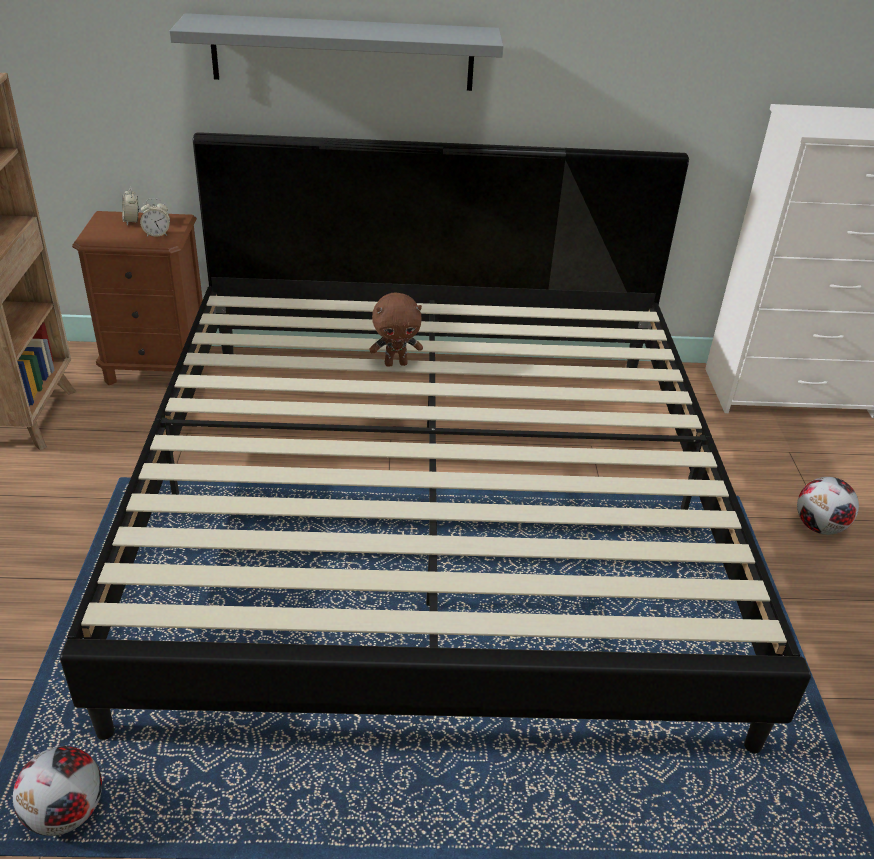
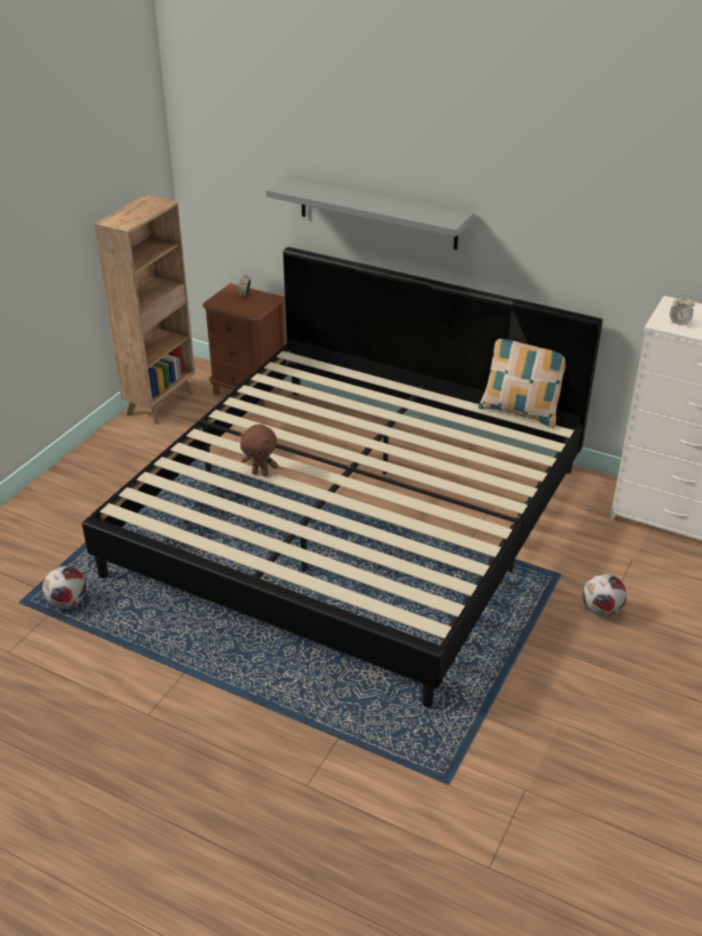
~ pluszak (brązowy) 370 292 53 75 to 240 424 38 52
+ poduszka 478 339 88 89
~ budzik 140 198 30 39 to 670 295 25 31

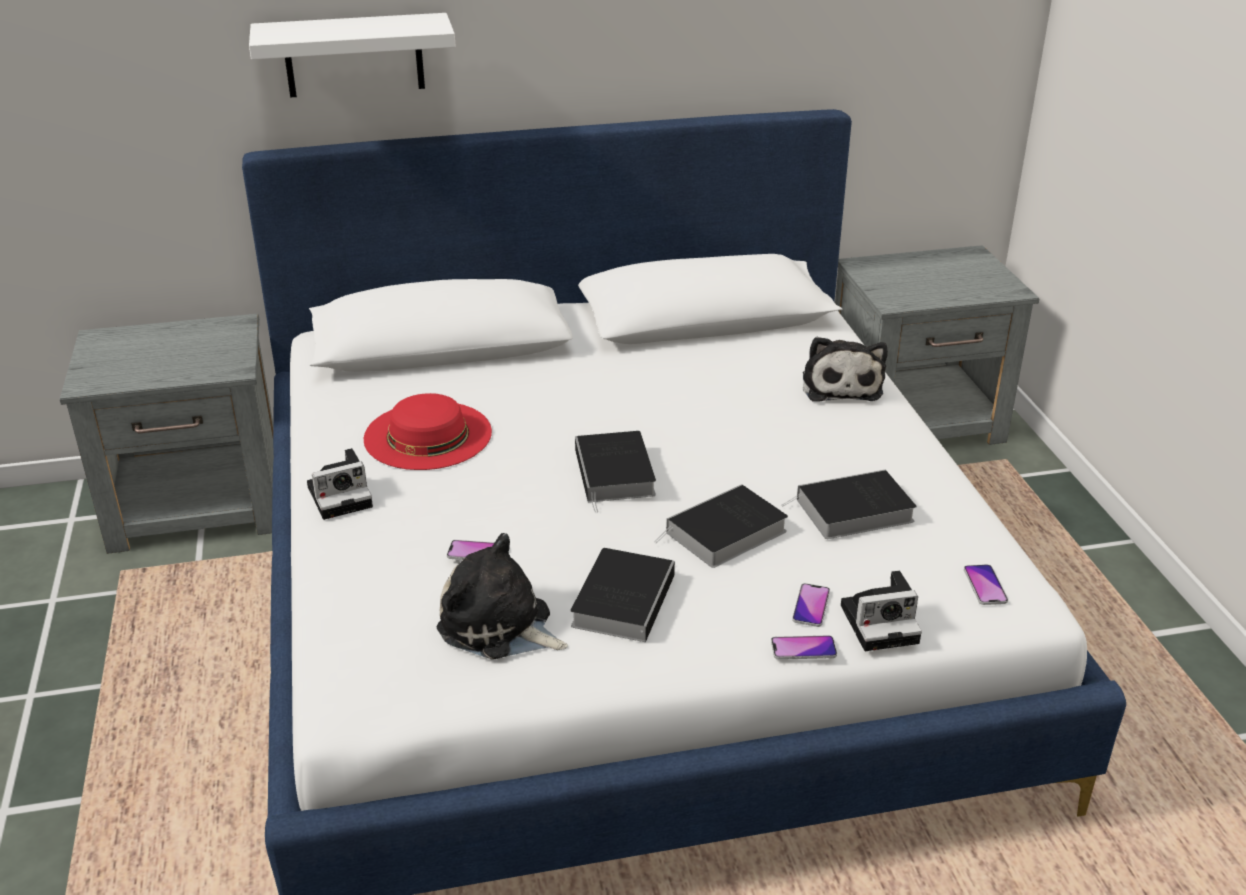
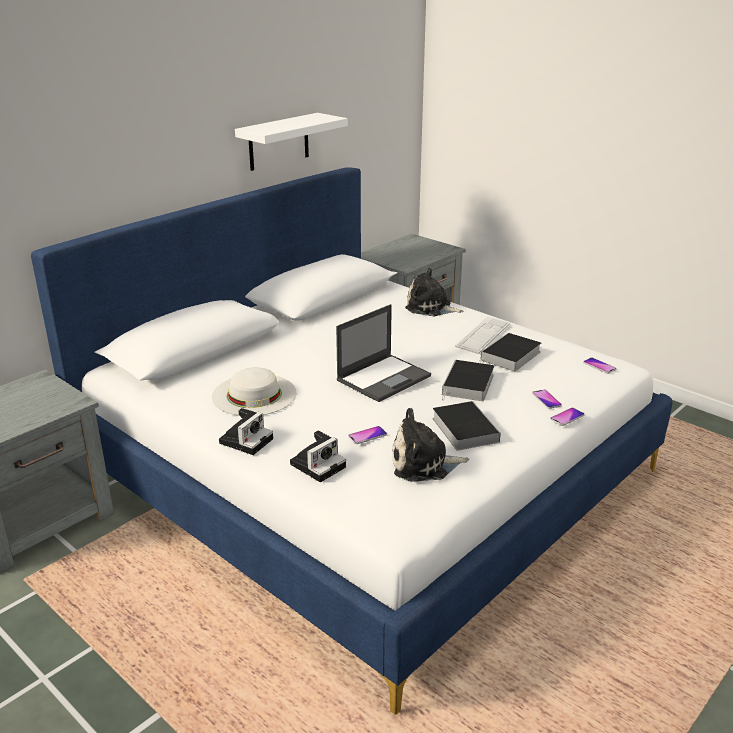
~ kapelusz (czerwony) 364 393 128 77 to kapelusz (biały) 212 368 84 48
~ półka (biały) 249 13 207 85 to 235 113 113 58
~ aparat fotograficzny 841 571 81 80 to 290 431 56 51
~ książka 575 431 81 81 to laptop 336 304 95 98
~ pluszak 803 337 85 65 = 405 268 58 48 150 degrees clockwise
+ klawiatura 455 316 55 38

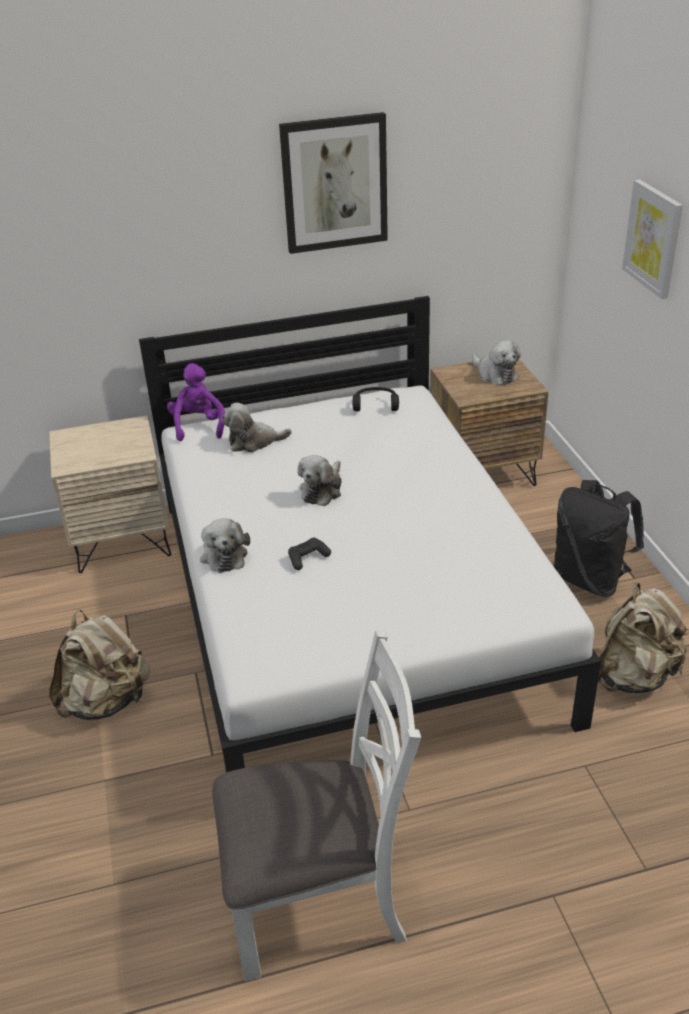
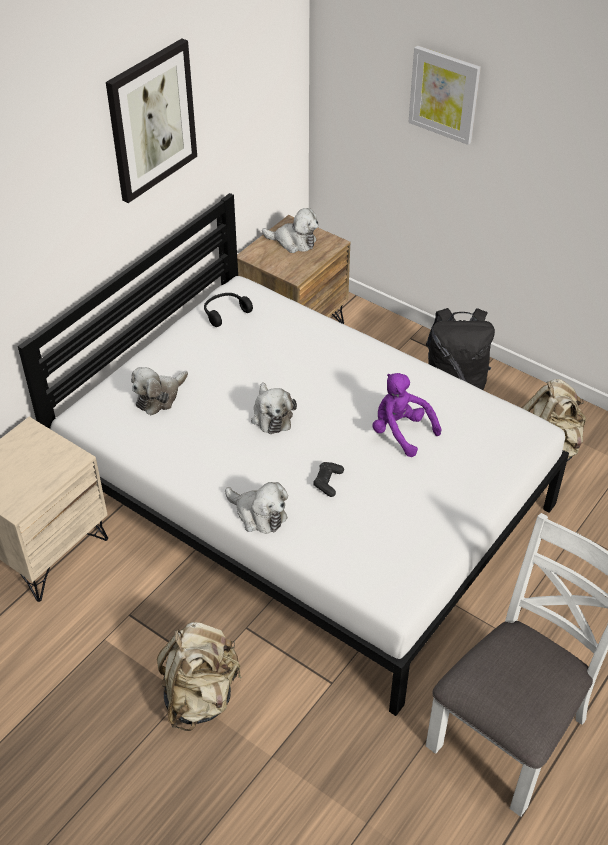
~ pluszak (fioletowy) 167 363 58 78 to 372 373 70 84

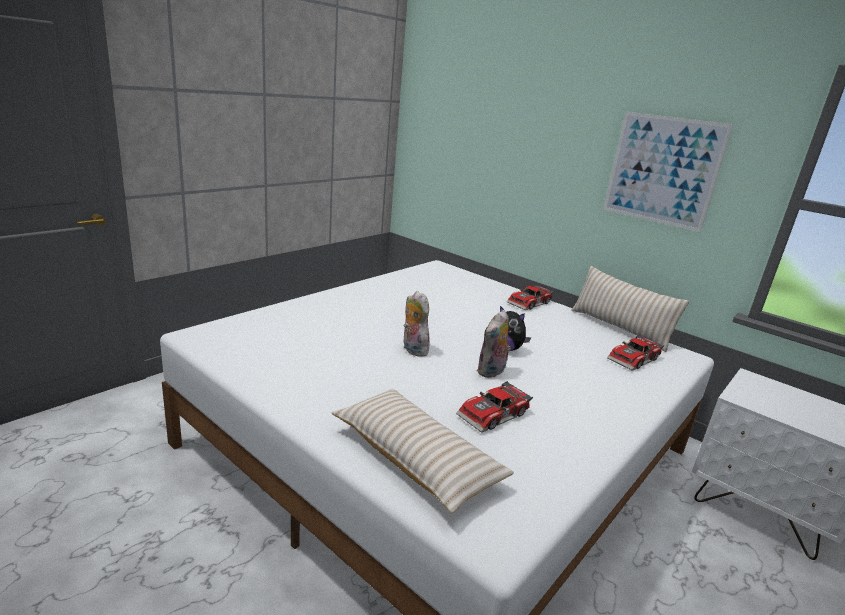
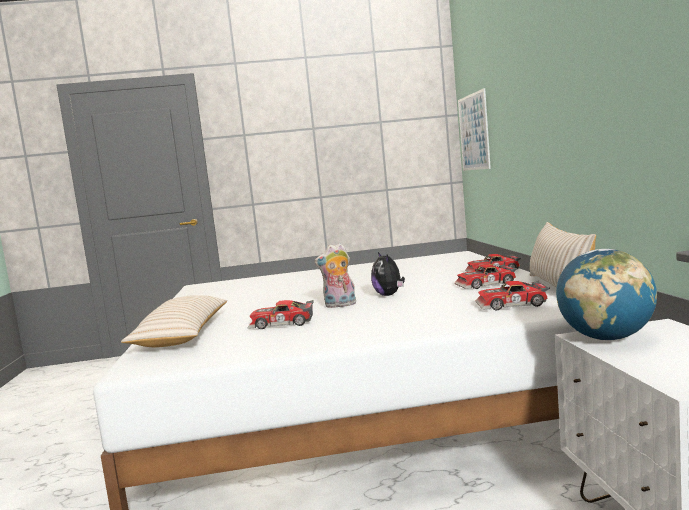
+ samochodzik 454 264 63 25
~ obraz 603 112 130 120 to 458 88 33 83
+ globus 556 249 101 91
- pluszak 404 291 26 66

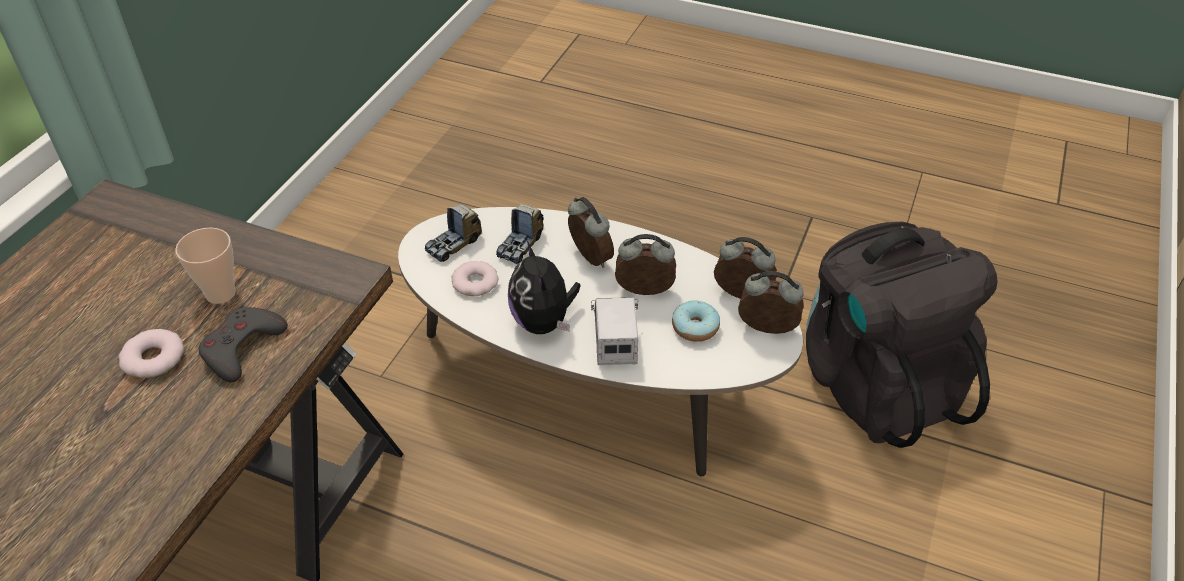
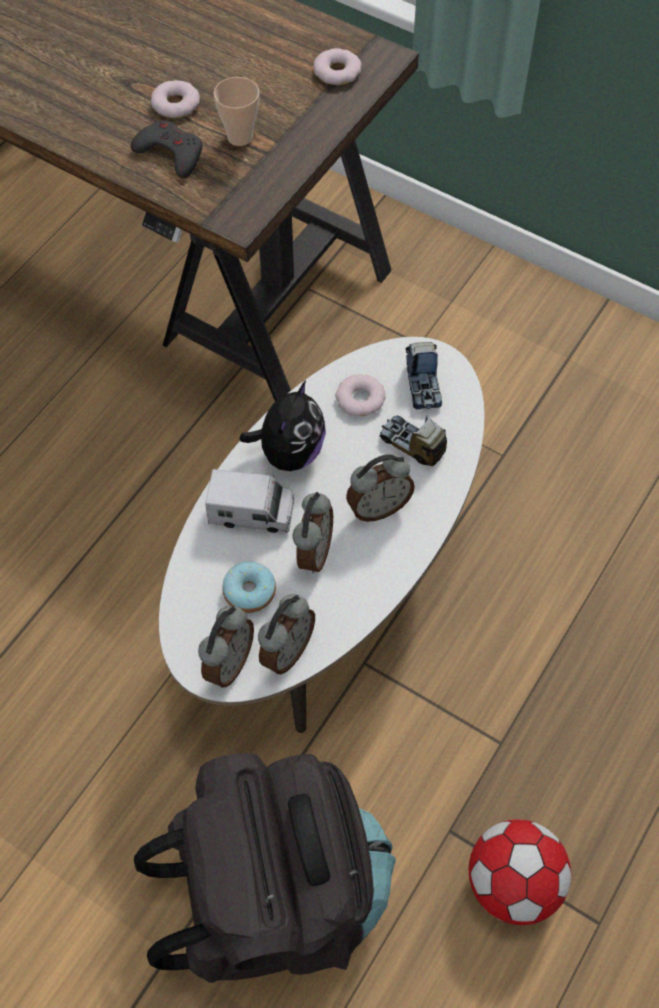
~ pluszak 508 241 73 93 = 240 380 86 91 120 degrees clockwise
+ donut 313 48 49 37
~ ciężarówka zabawkowa 425 204 57 58 = 405 342 37 67 150 degrees counterclockwise
+ piłka futbolowa 469 819 102 106

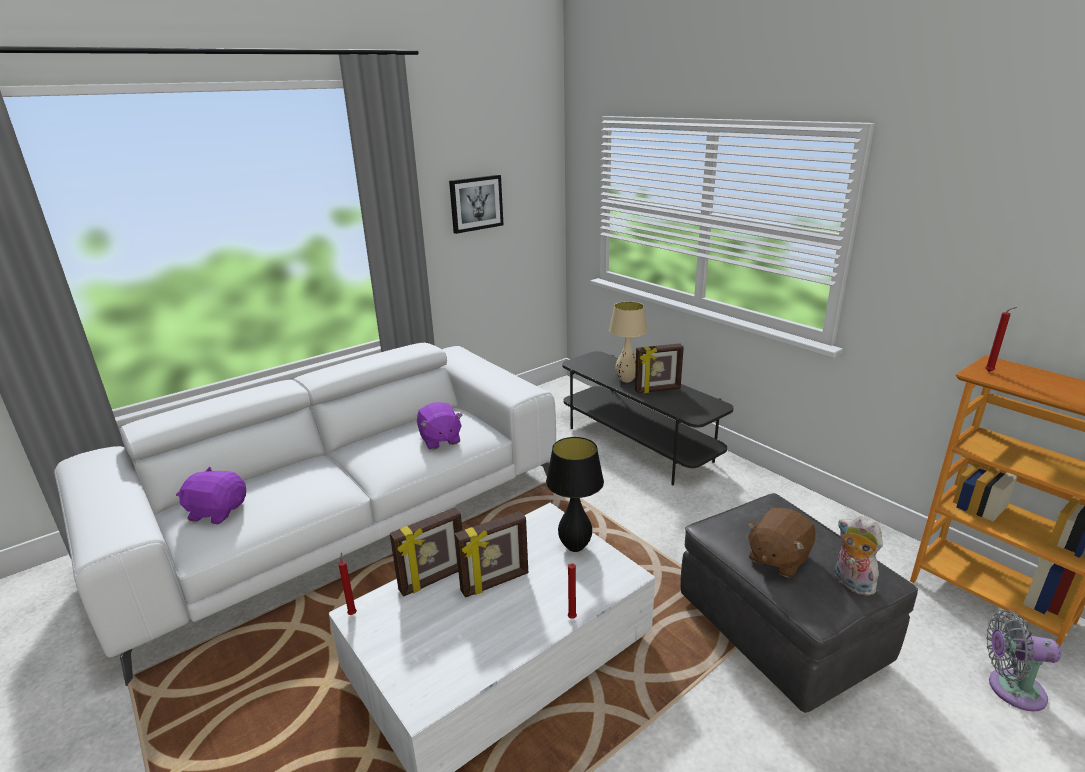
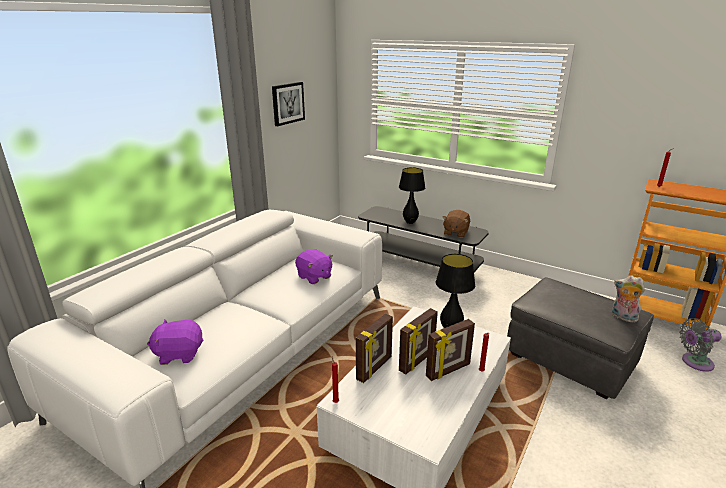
~ lampa stołowa (beżowy) 609 301 39 82 to lampa stołowa (czarny) 399 167 26 57
~ ramka na zdjęcie 635 343 49 50 to 426 319 49 62
~ pluszak (brązowy) 747 508 68 70 to 443 210 27 28

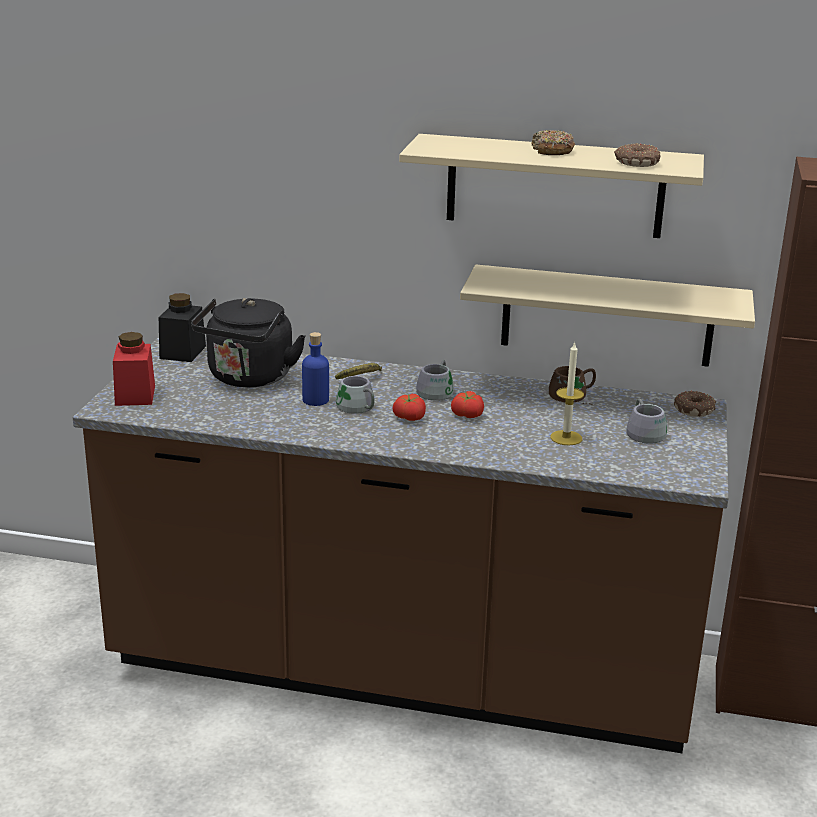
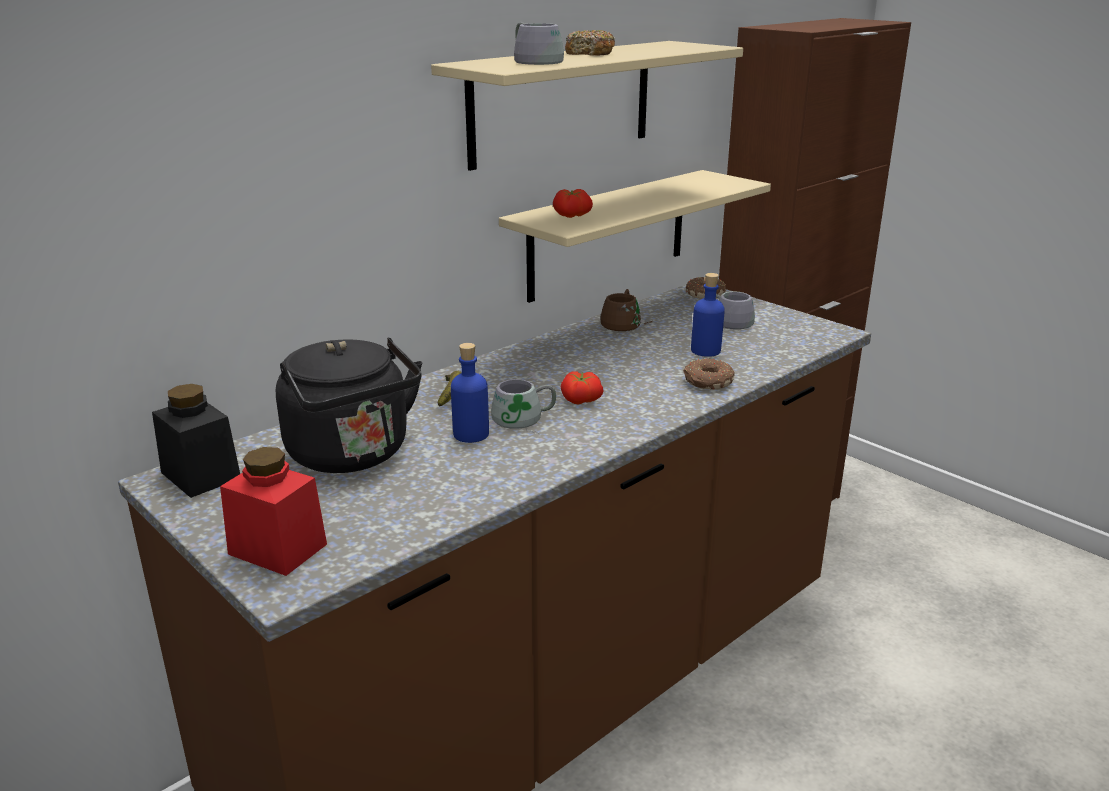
~ kubek (szary) 416 360 49 41 to 514 22 50 43
~ pomidor 451 391 33 27 to 553 189 40 29
~ donut 614 143 47 24 to 683 358 52 32
~ świeca 550 342 34 103 to butelka (niebieski) 691 273 34 84

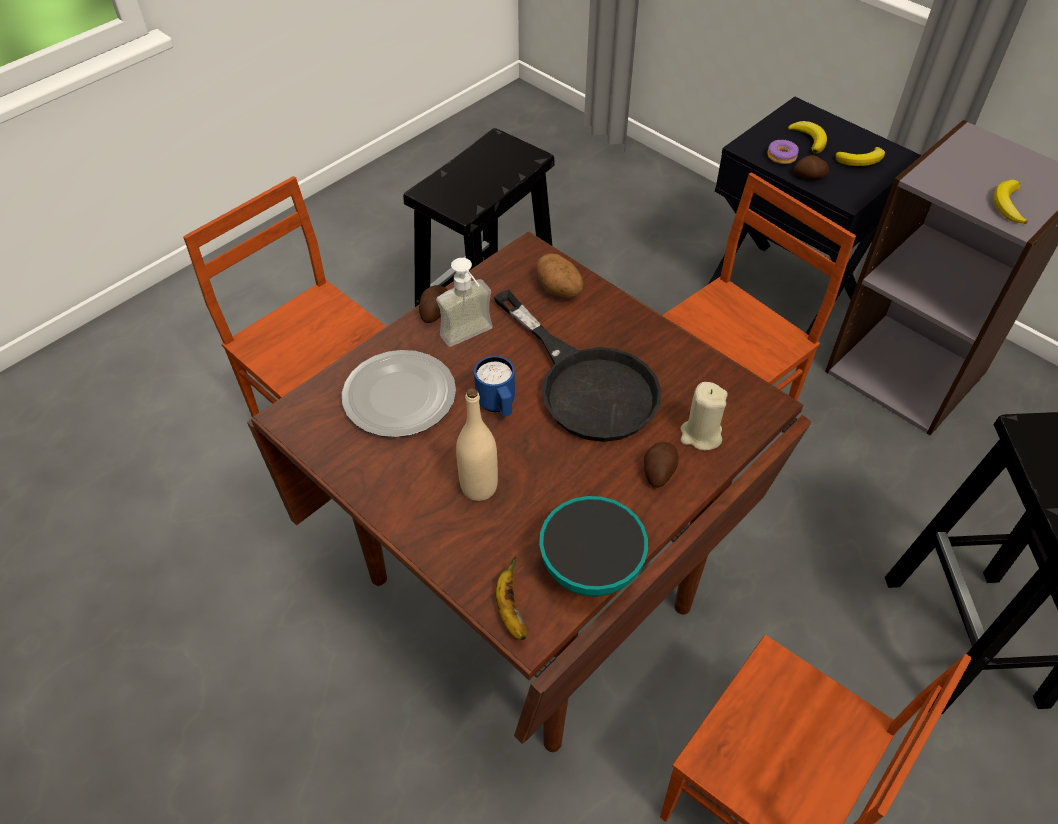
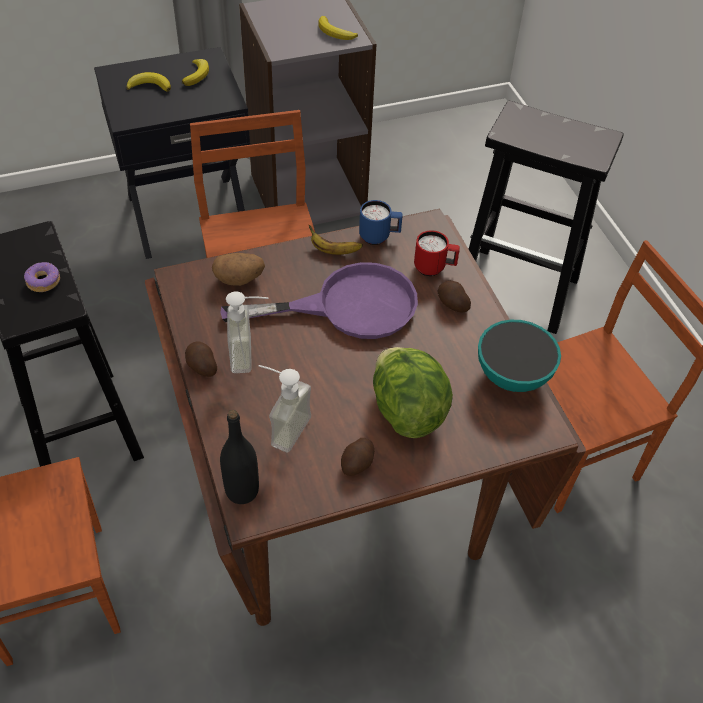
~ donut 767 140 32 24 to 24 262 36 30
~ patelnia (czarny) 494 289 168 153 to patelnia (fioletowy) 220 262 198 77
+ butelka (czarny) 220 410 39 94
~ talerz 342 350 114 87 to dozownik mydła 258 365 53 87
~ banan 496 556 31 84 to 309 225 54 30
~ ziemniak 794 155 35 24 to 341 438 33 38
~ kubek (niebieski) 474 356 41 60 to 359 200 44 45
~ butelka (beżowy) 456 388 42 113 to sałata 373 347 80 91
~ świeca (beżowy) 680 382 48 68 to kubek (czerwony) 414 230 46 46

